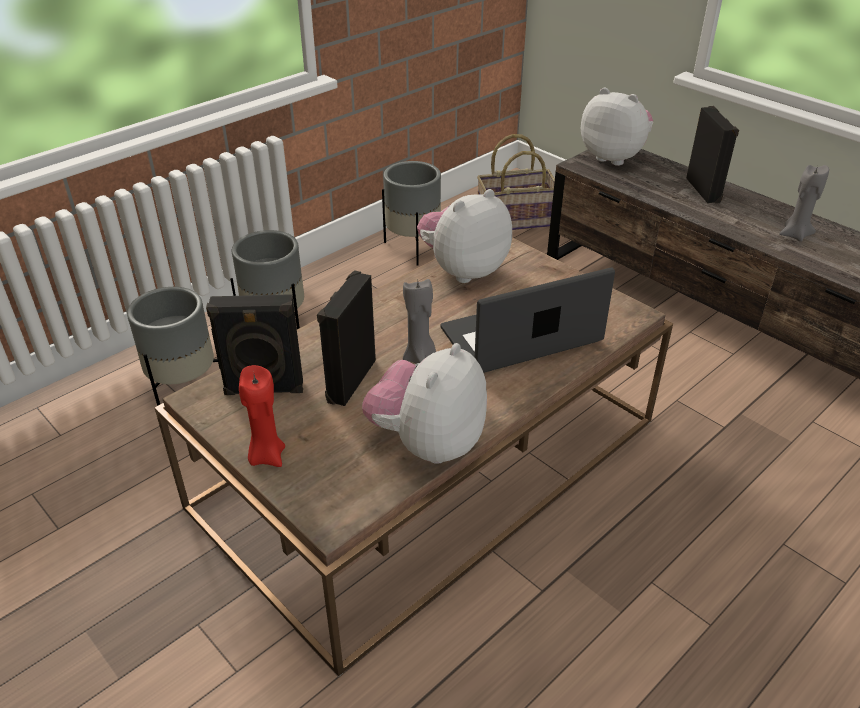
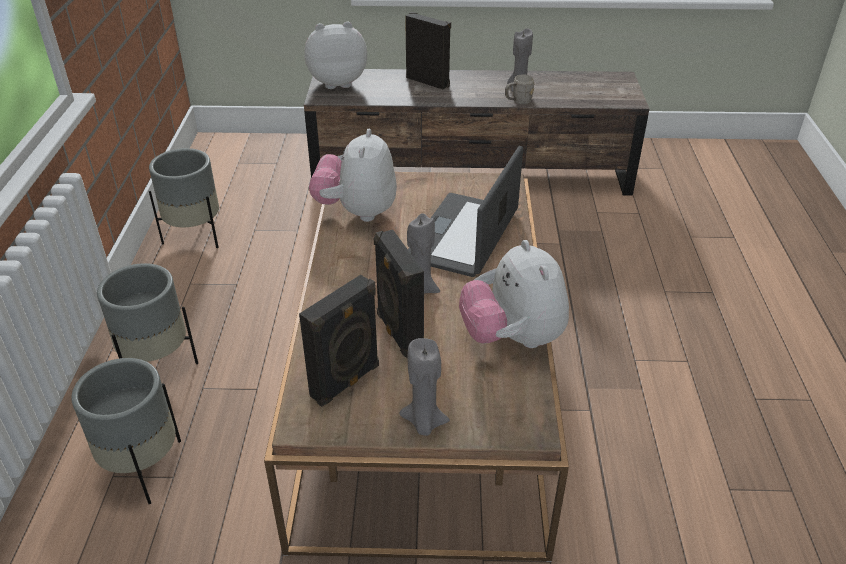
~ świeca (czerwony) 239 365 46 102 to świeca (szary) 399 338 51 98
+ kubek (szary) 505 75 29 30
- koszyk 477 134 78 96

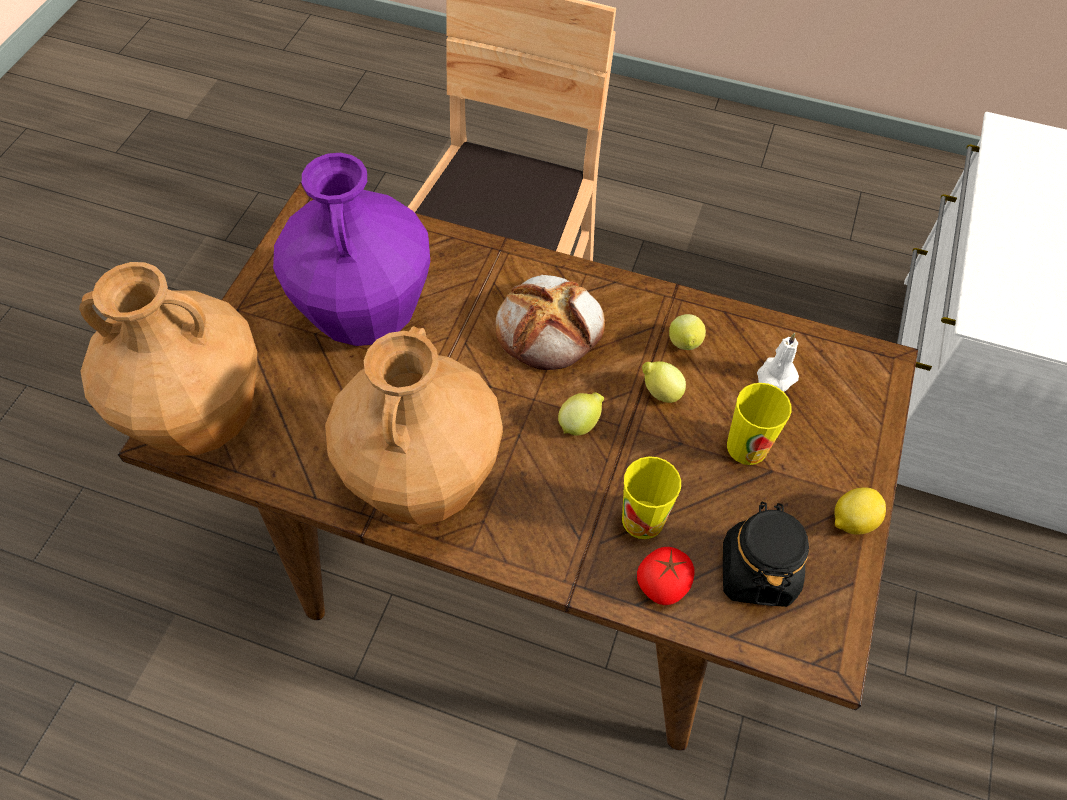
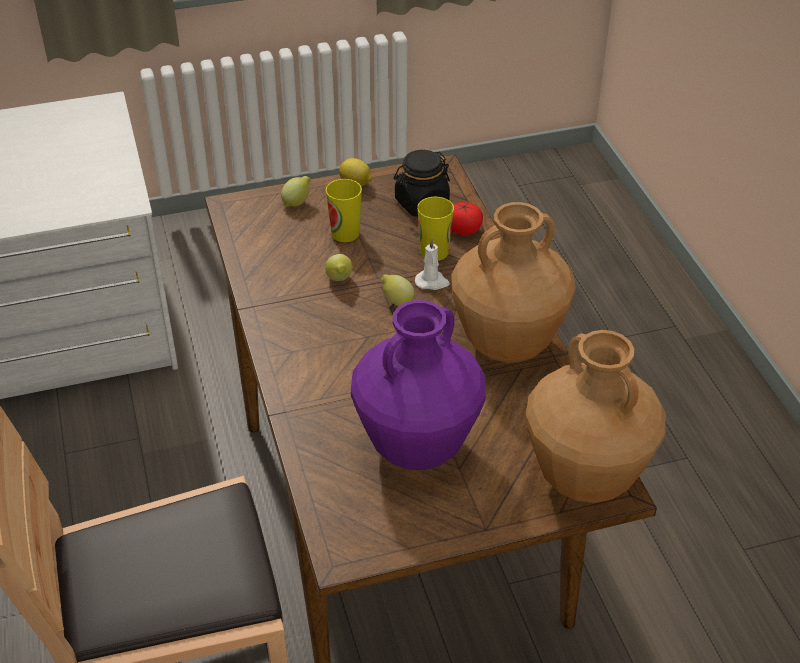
~ cytryna 669 314 37 36 to 281 176 30 31
~ świeca (biały) 757 333 42 59 to 415 238 35 52
- chleb 496 275 109 95

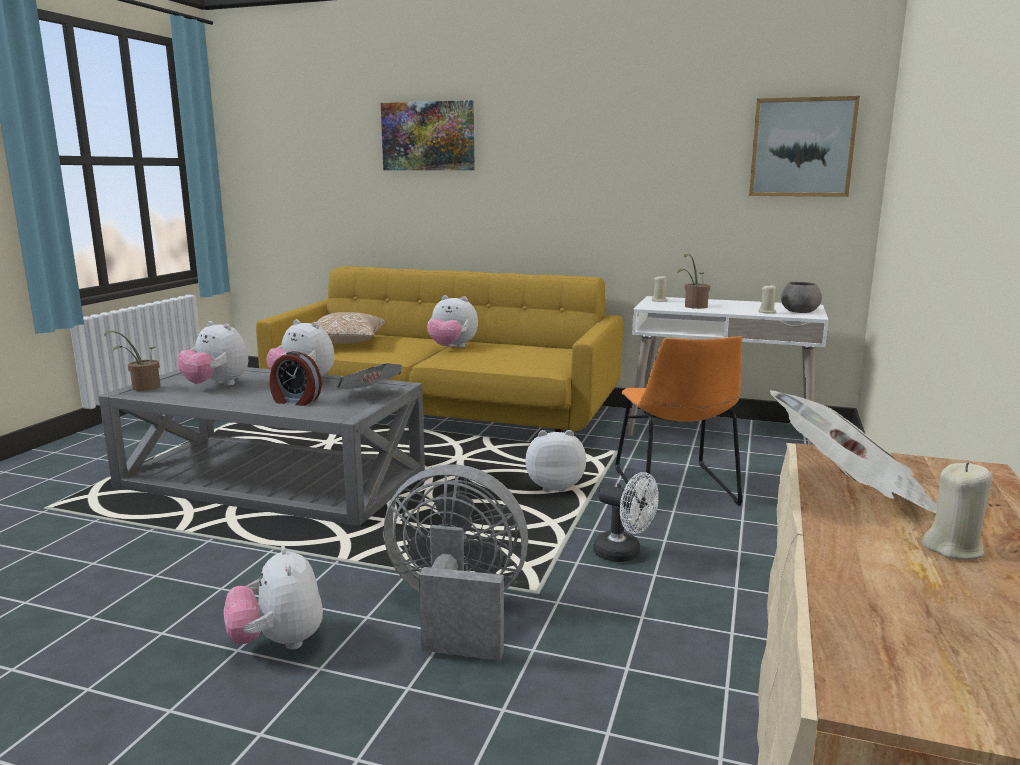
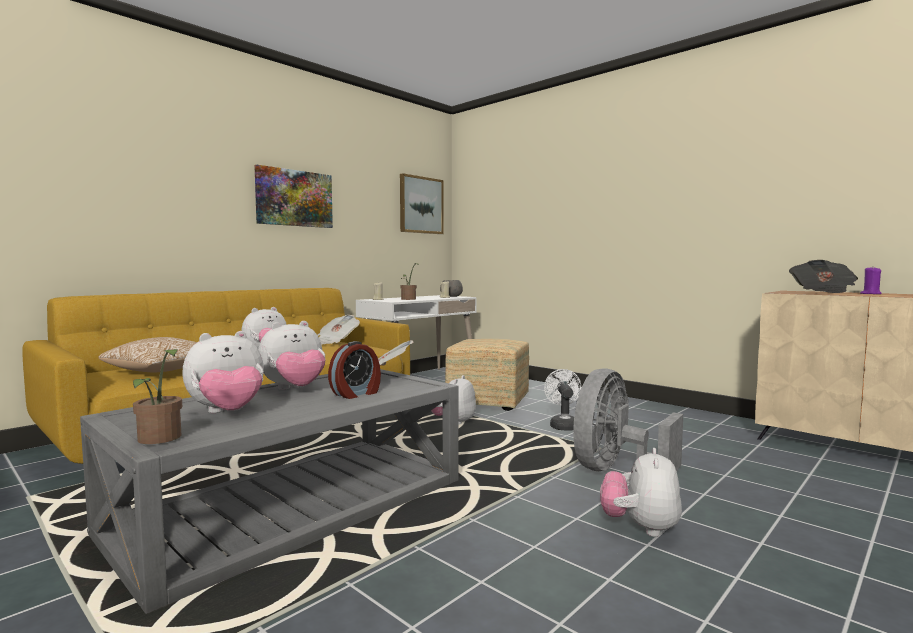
~ obraz 381 100 94 70 to 254 165 79 63
+ gazeta 318 315 42 30
~ krzesło (pomarańczowy) 615 336 128 170 to pufa 445 339 84 72
~ wentylator (biały) 593 472 66 90 = 544 369 37 62 60 degrees counterclockwise
~ pluszak 224 546 99 104 = 600 448 82 89 105 degrees clockwise
~ świeca (beżowy) 922 462 71 98 to świeca (fioletowy) 860 268 22 26

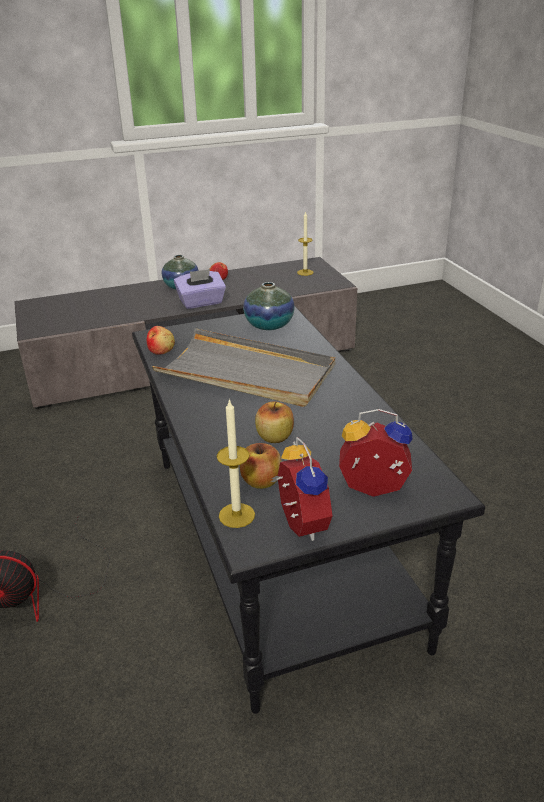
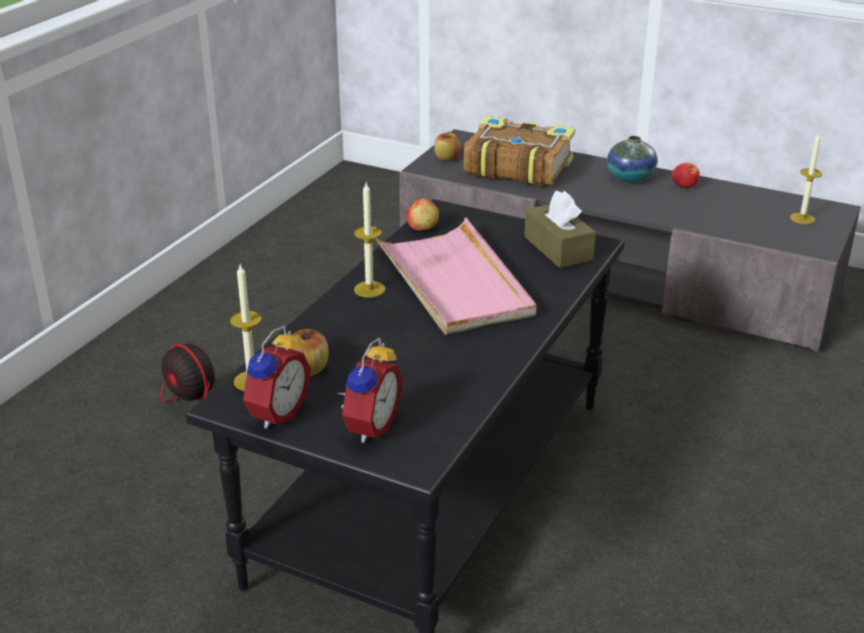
~ budzik 339 409 74 88 = 338 338 65 105 60 degrees clockwise
+ świeca 354 183 31 115
~ taca (szary) 151 328 184 79 to taca (różowy) 375 217 161 118
~ jabłko 255 401 39 42 to 434 132 27 30
+ książka 464 116 111 71
~ wazon 243 282 52 48 to pudełko chusteczek (brązowy) 524 191 72 77
- pudełko chusteczek (fioletowy) 174 269 52 40

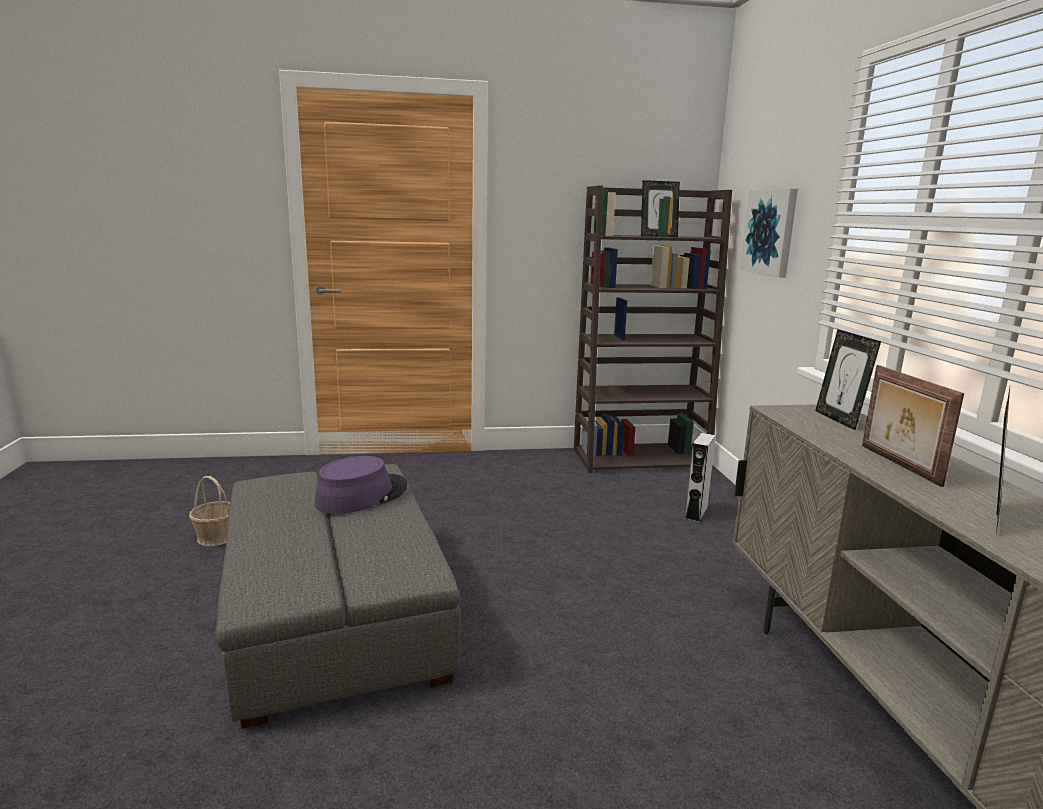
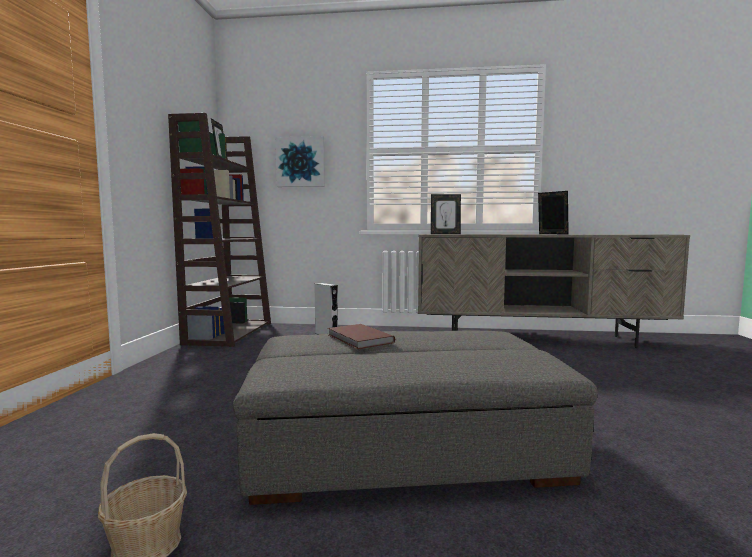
~ kapelusz (fioletowy) 314 456 93 58 to książka (brązowy) 328 324 67 25
- ramka na zdjęcie 862 365 102 122

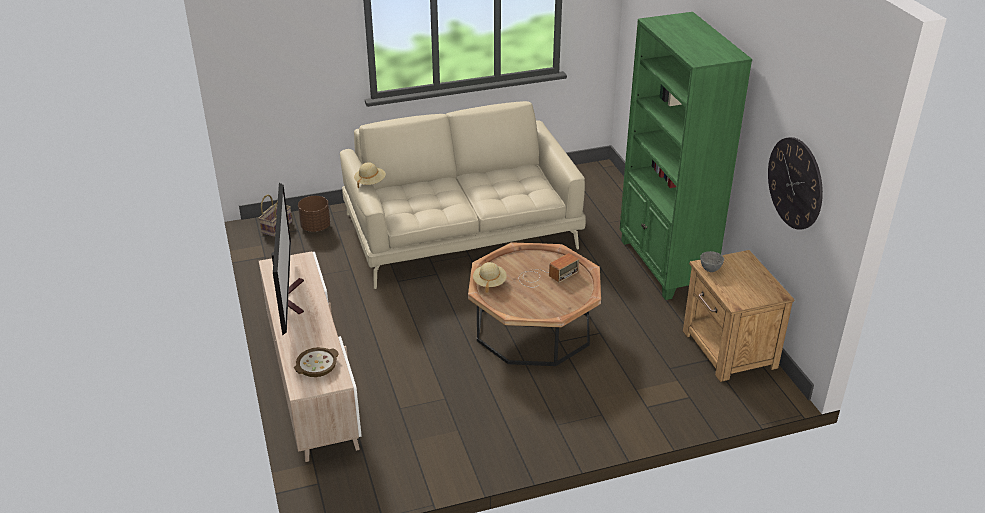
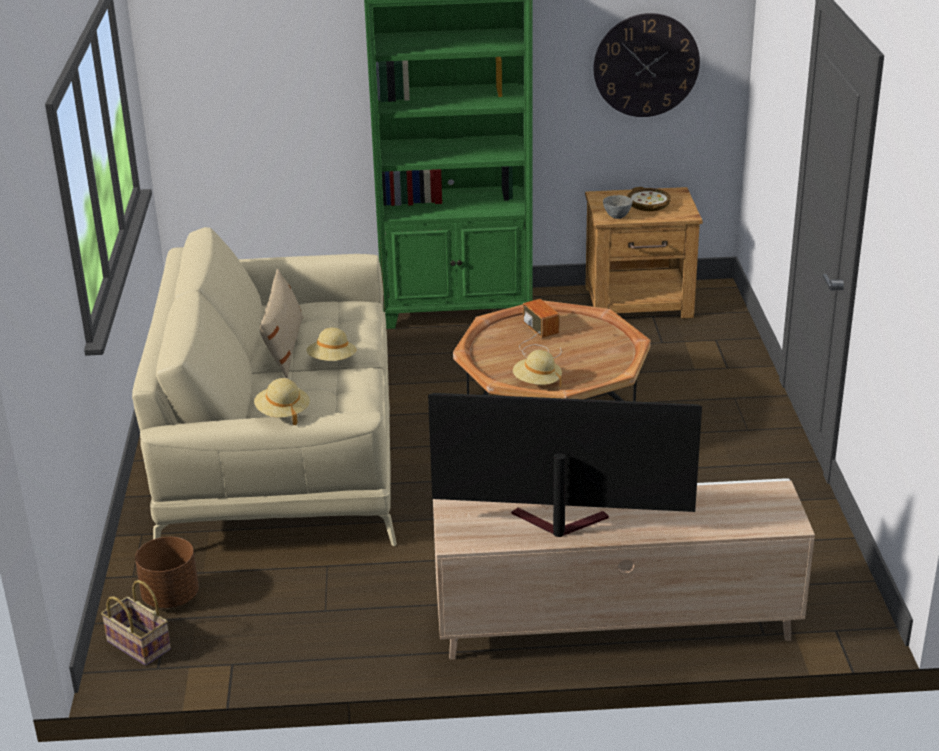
+ poduszka (beżowy) 260 269 43 109
+ kapelusz (beżowy) 306 328 50 33
~ miska 294 347 45 30 to 627 187 44 24

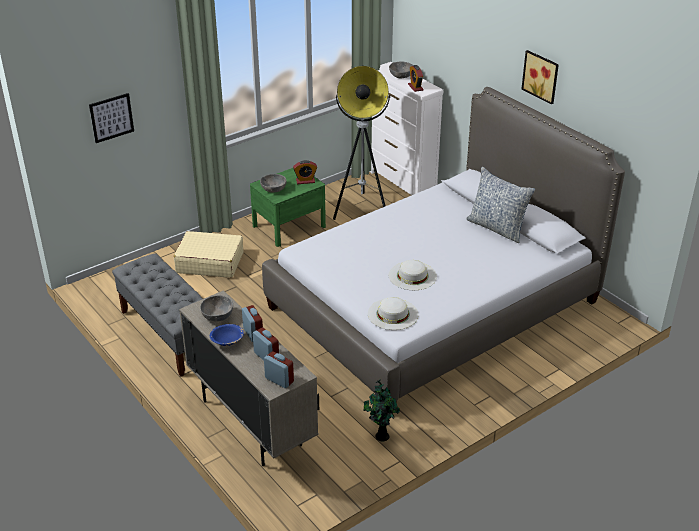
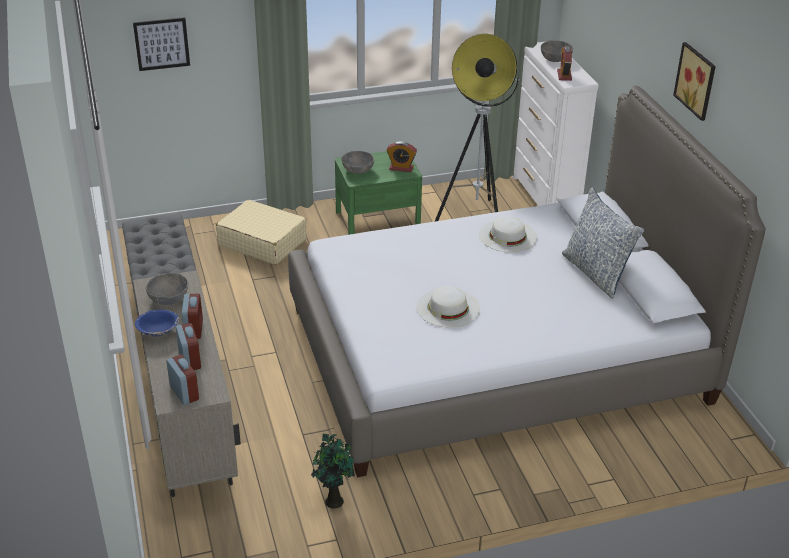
~ kapelusz (biały) 368 297 51 33 to 479 217 58 35

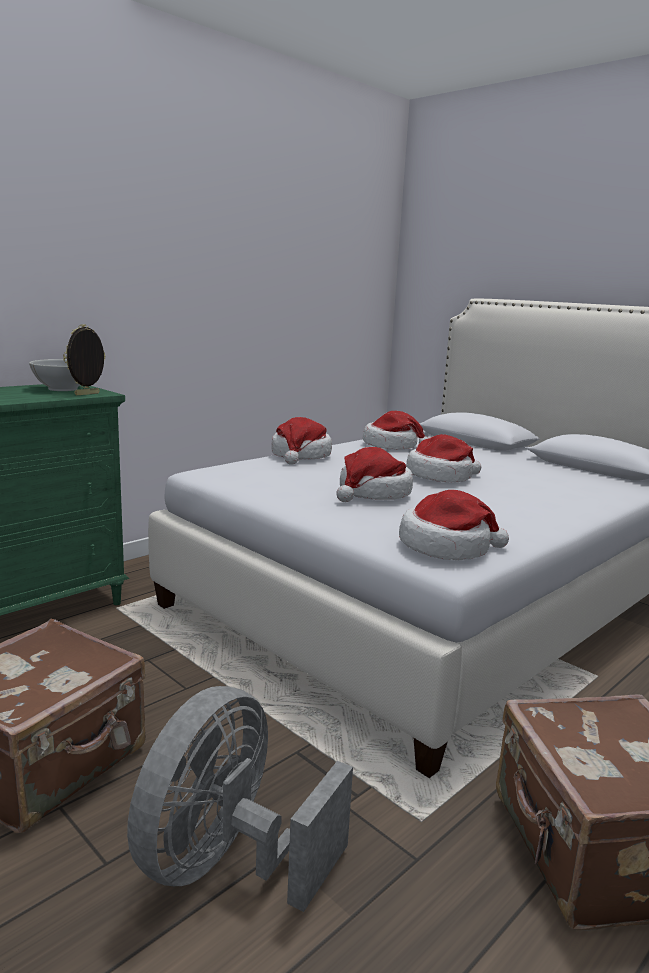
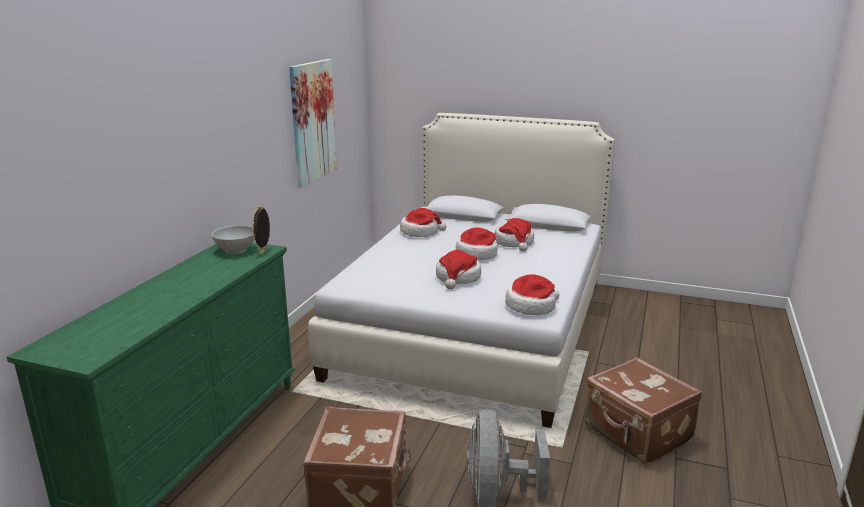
+ obraz 289 59 48 129
~ kapelusz 271 417 61 48 to 495 218 39 34

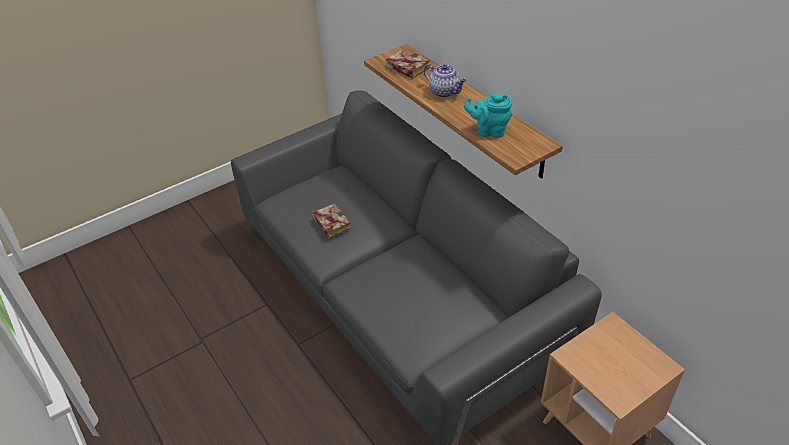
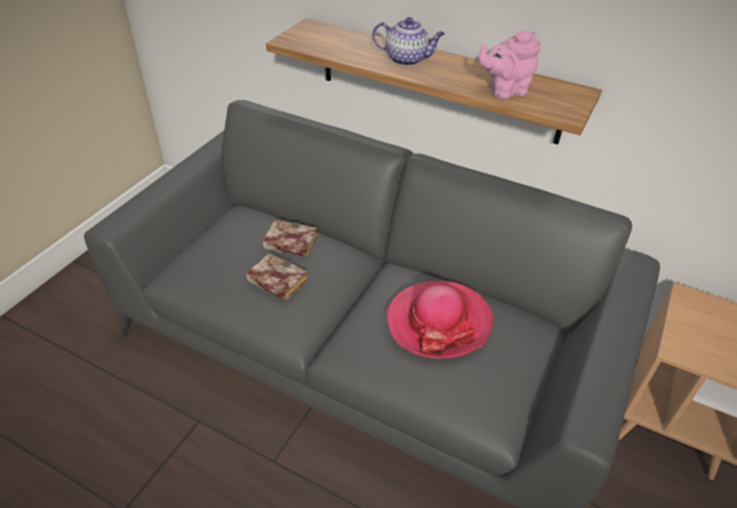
~ książka 385 49 45 29 to 263 220 55 37
+ kapelusz 386 281 107 78
~ imbryk (turkusowy) 464 93 48 45 to imbryk (różowy) 478 30 63 69

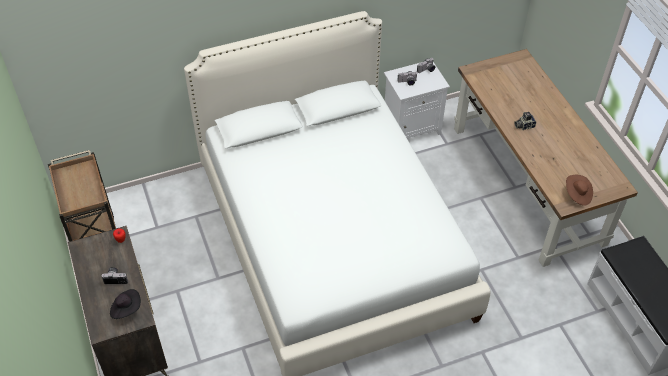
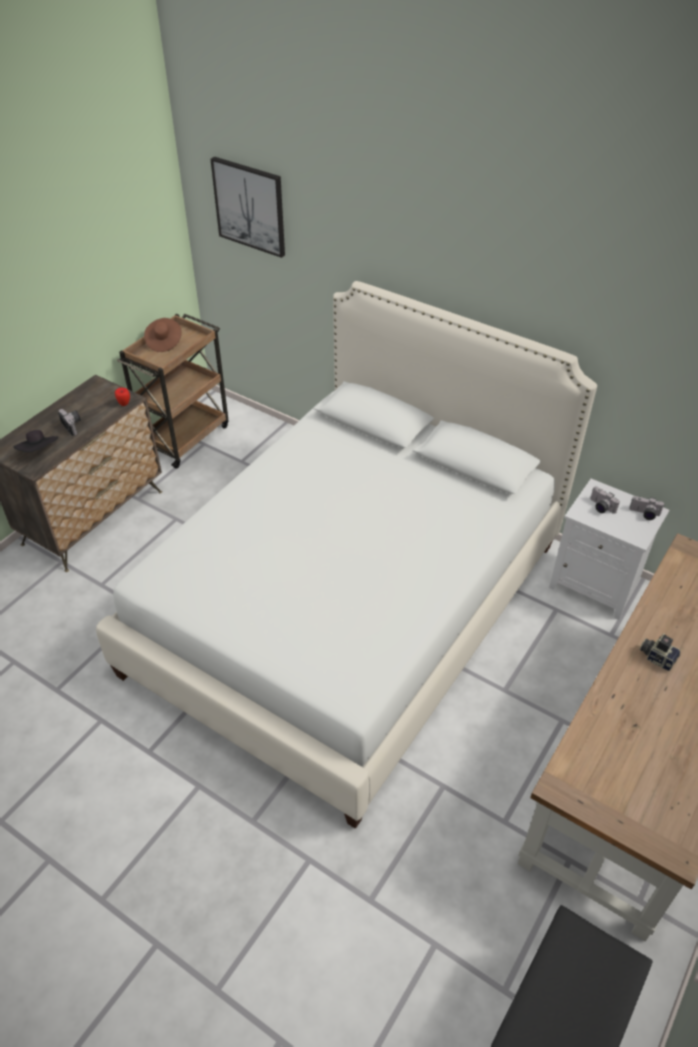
~ kapelusz (brązowy) 566 175 27 31 to 144 318 38 34
+ obraz 211 156 74 102

